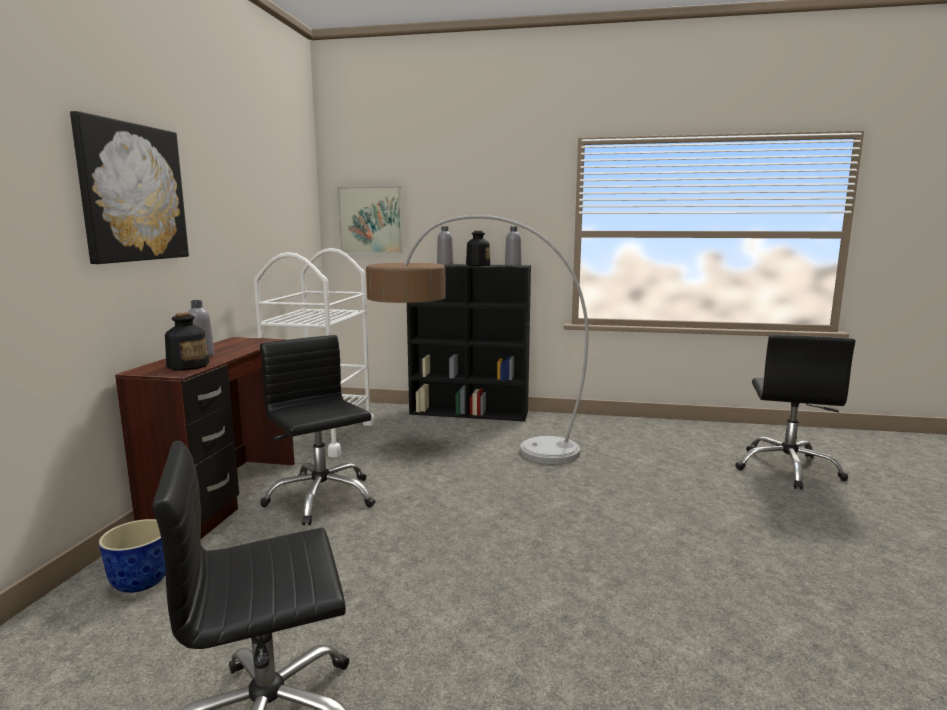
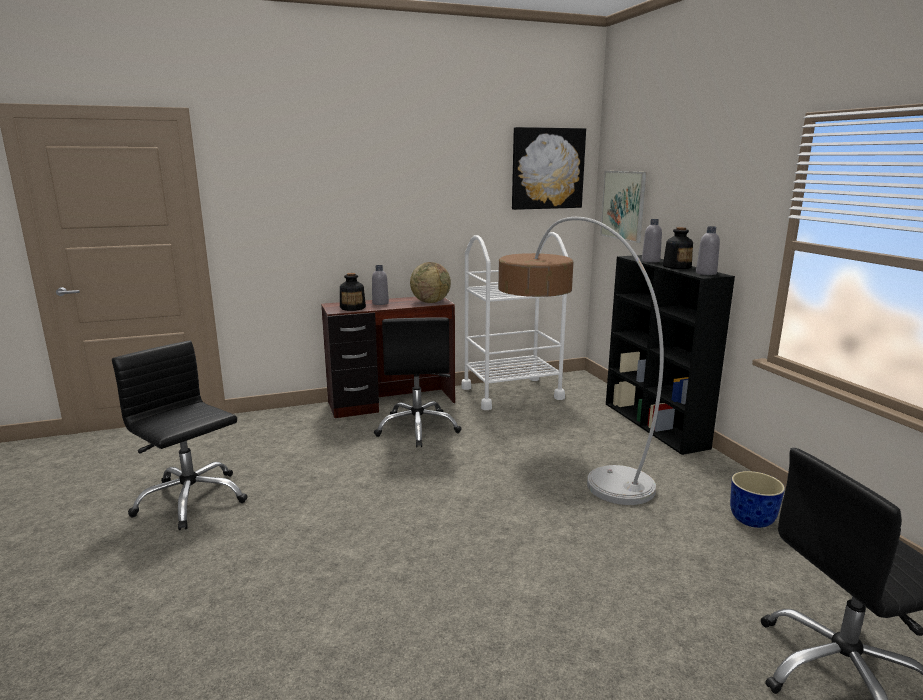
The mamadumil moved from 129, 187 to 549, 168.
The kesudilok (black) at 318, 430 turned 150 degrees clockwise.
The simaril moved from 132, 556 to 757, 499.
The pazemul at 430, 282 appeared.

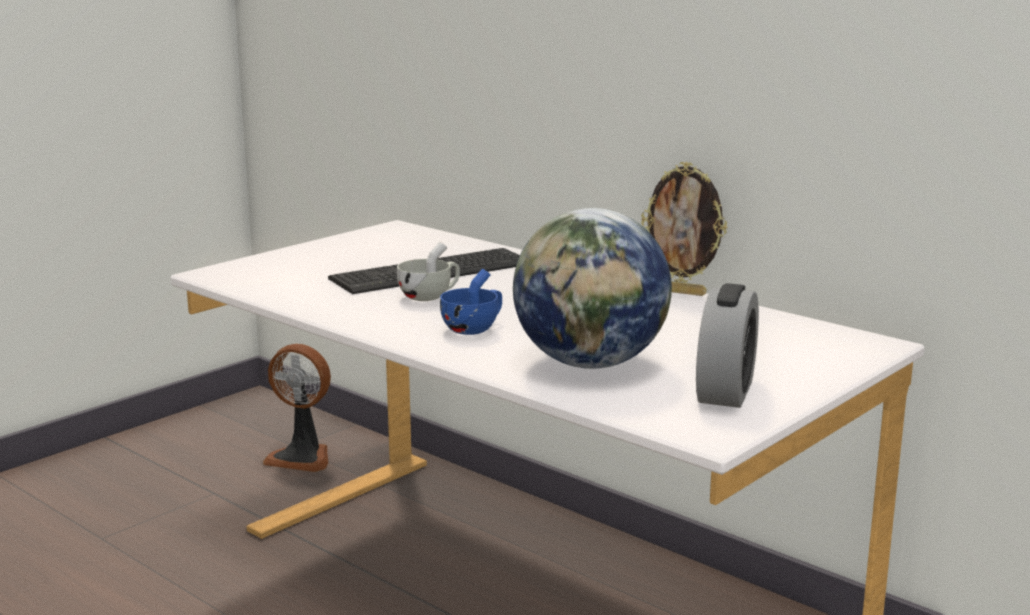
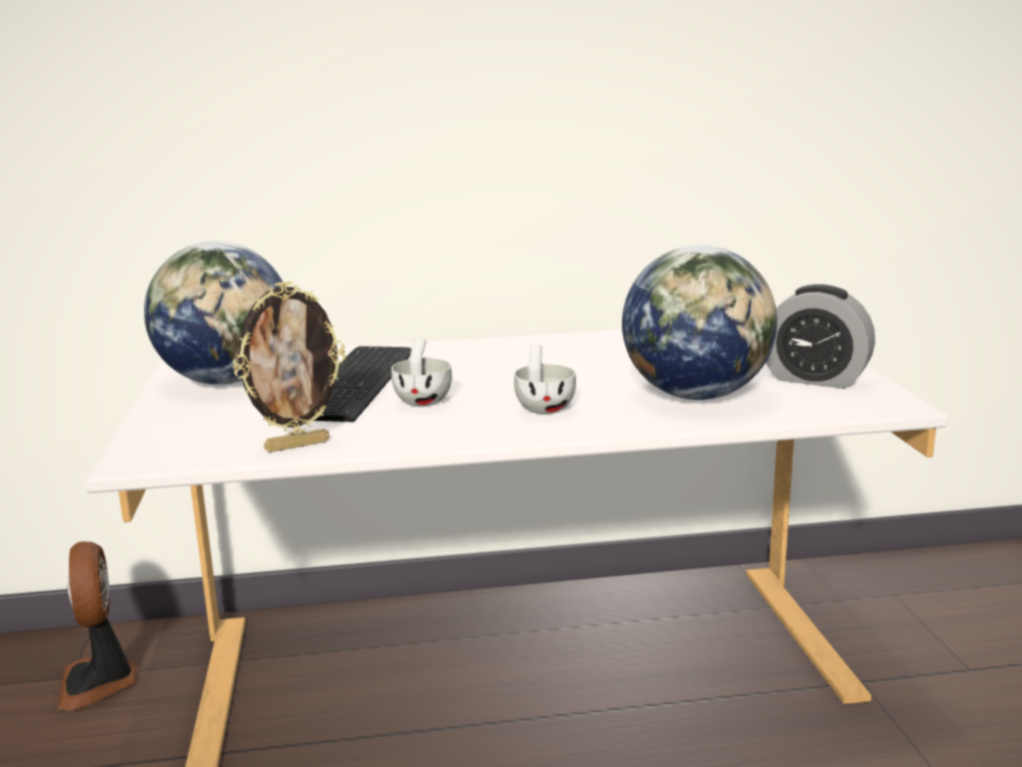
The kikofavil moved from 684, 229 to 289, 366.
The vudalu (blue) at 471, 302 became the vudalu (white) at 545, 378.
The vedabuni at 727, 345 turned 150 degrees clockwise.
The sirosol at 297, 408 turned 105 degrees clockwise.
The pazemul at 213, 313 appeared.

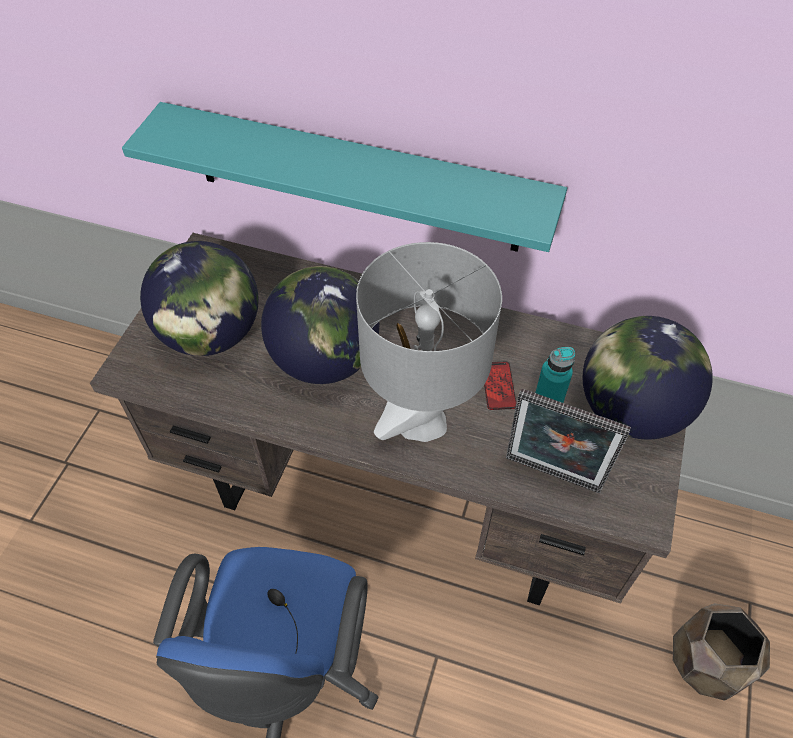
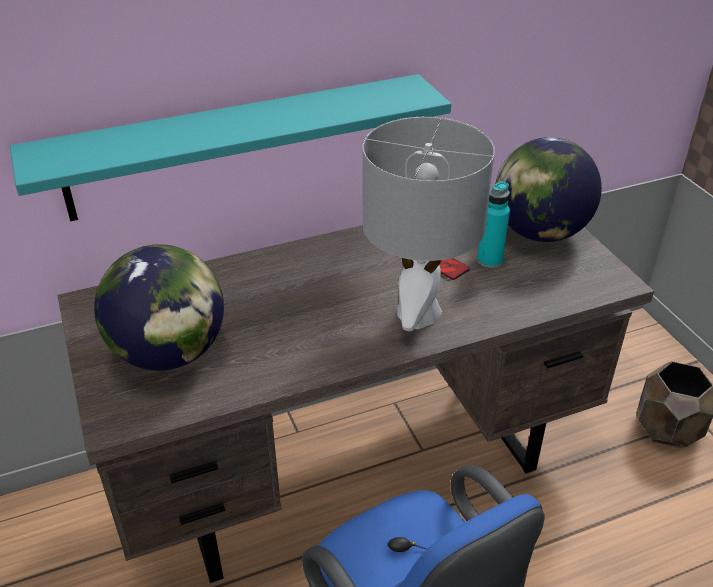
The pazemul at 320, 325 disappeared.
The kikofavil at 568, 441 disappeared.

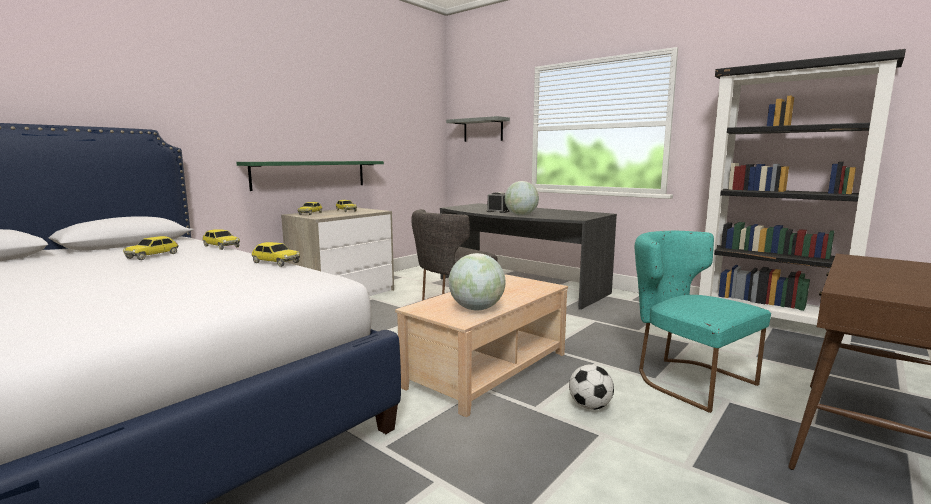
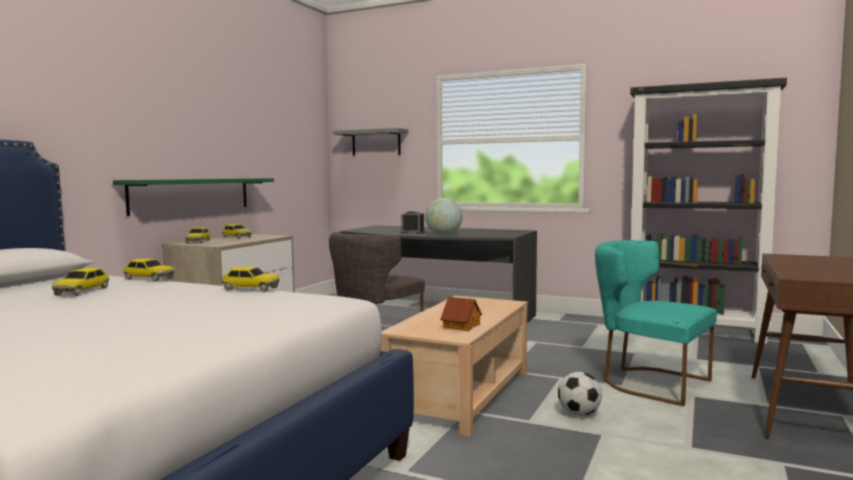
The pazemul at 477, 282 was replaced by the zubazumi at 461, 314.

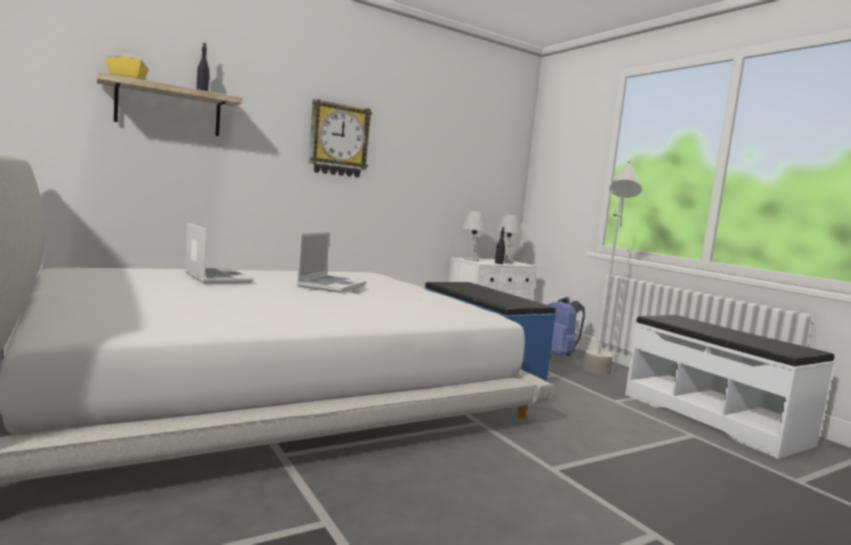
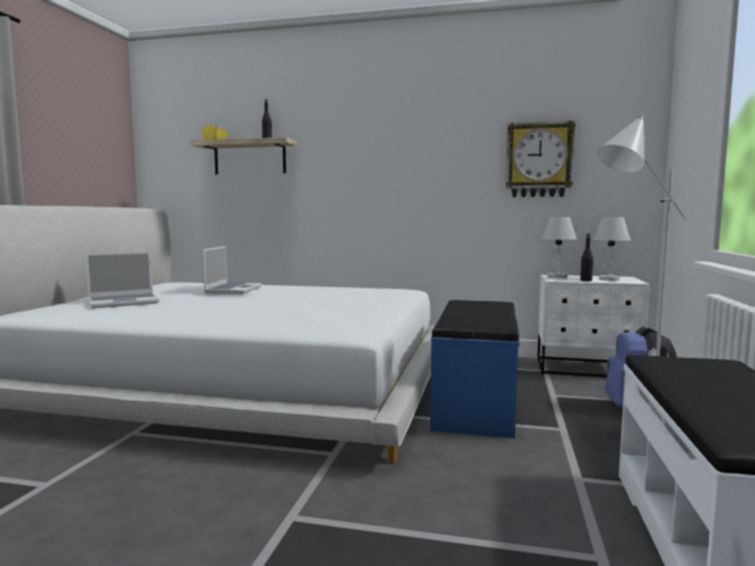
The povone moved from 340, 138 to 541, 159.
The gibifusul moved from 331, 262 to 122, 279.

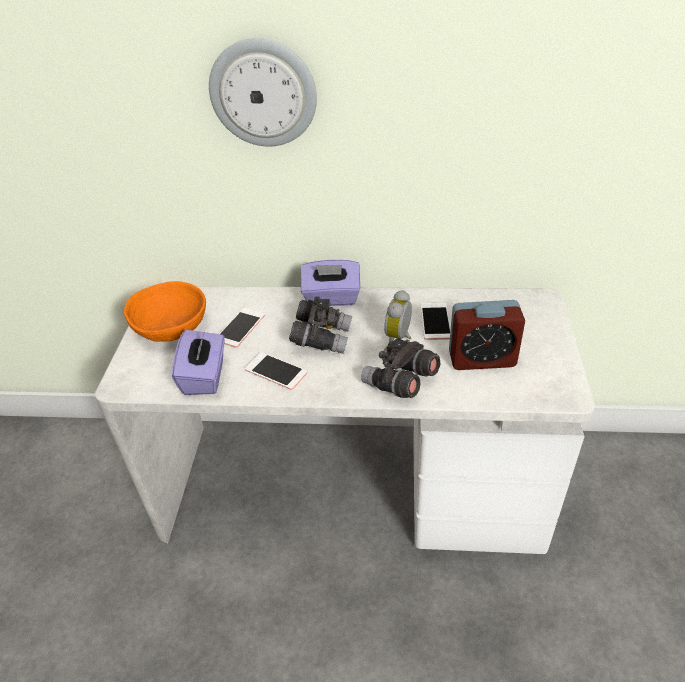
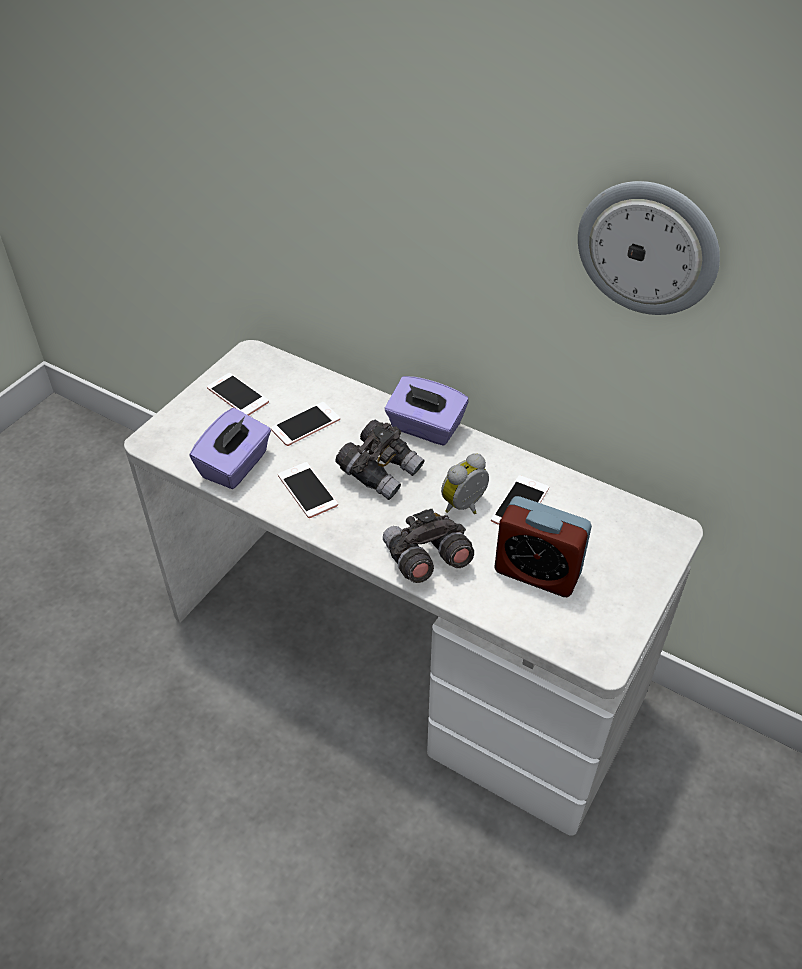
The povone moved from 263, 92 to 649, 248.
The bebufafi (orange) at 165, 311 was replaced by the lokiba at 238, 394.

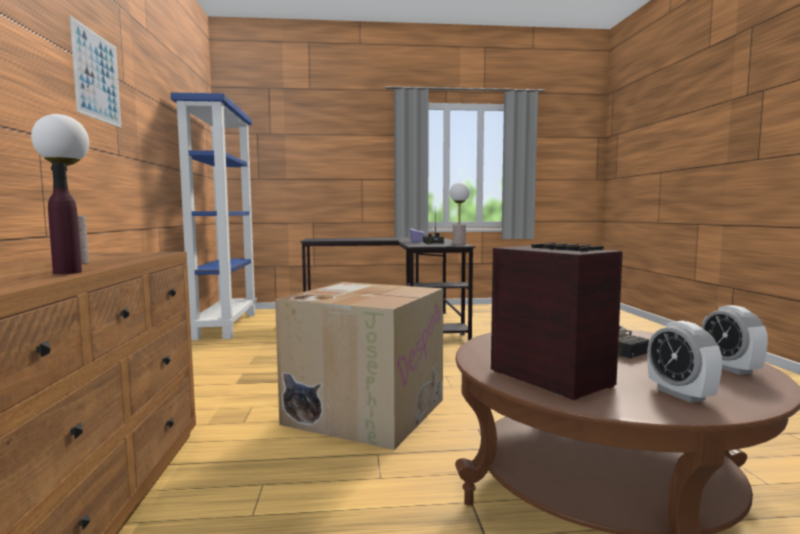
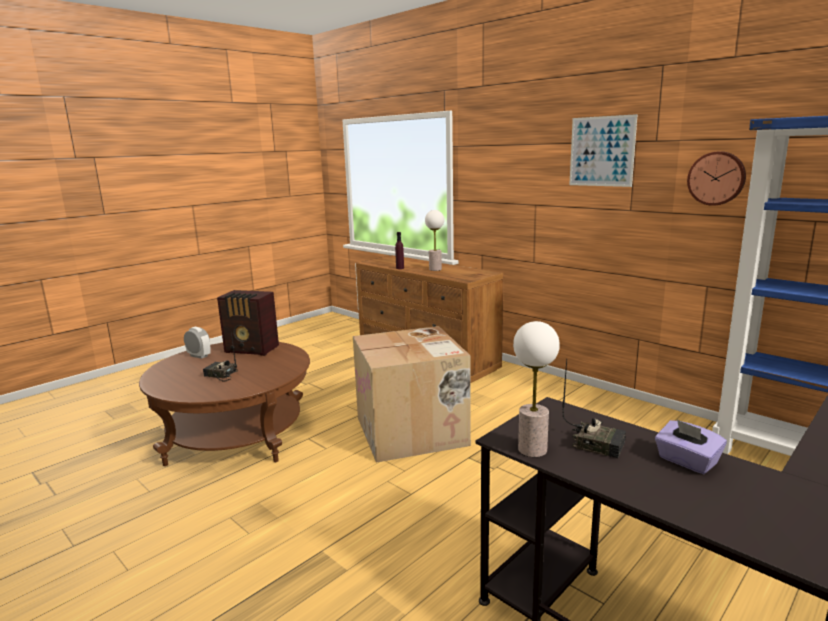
The vedabuni at 735, 340 disappeared.
The povone at 716, 178 appeared.

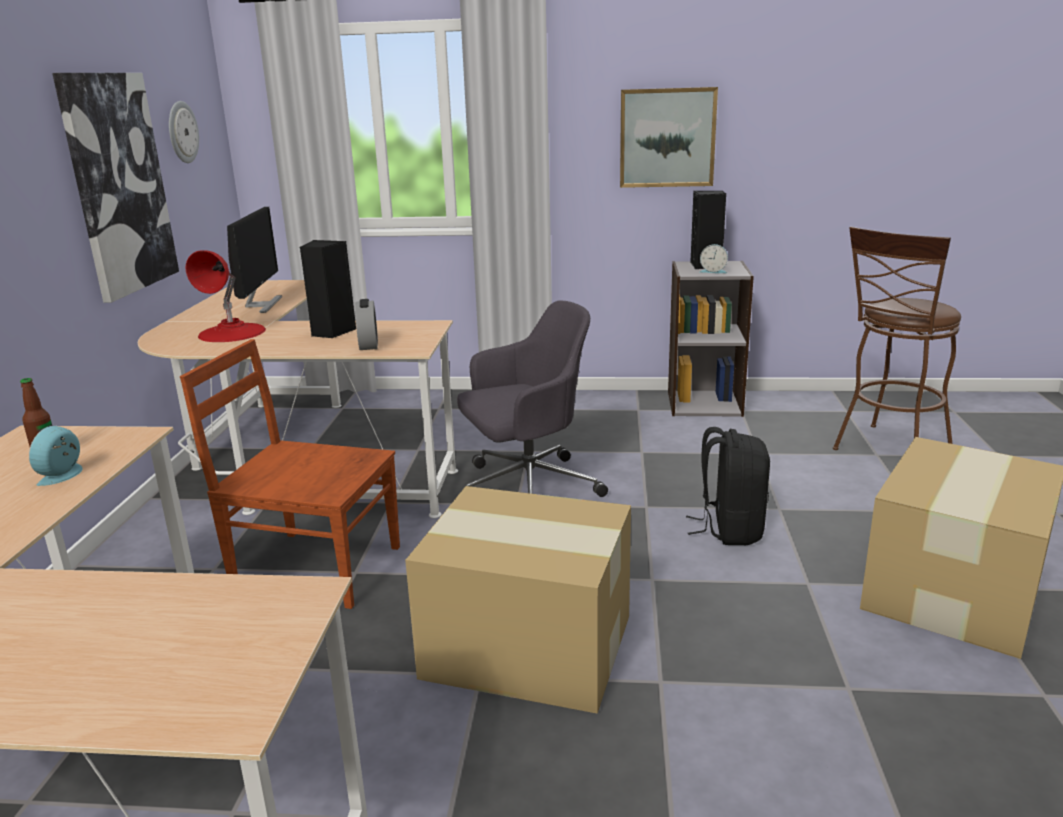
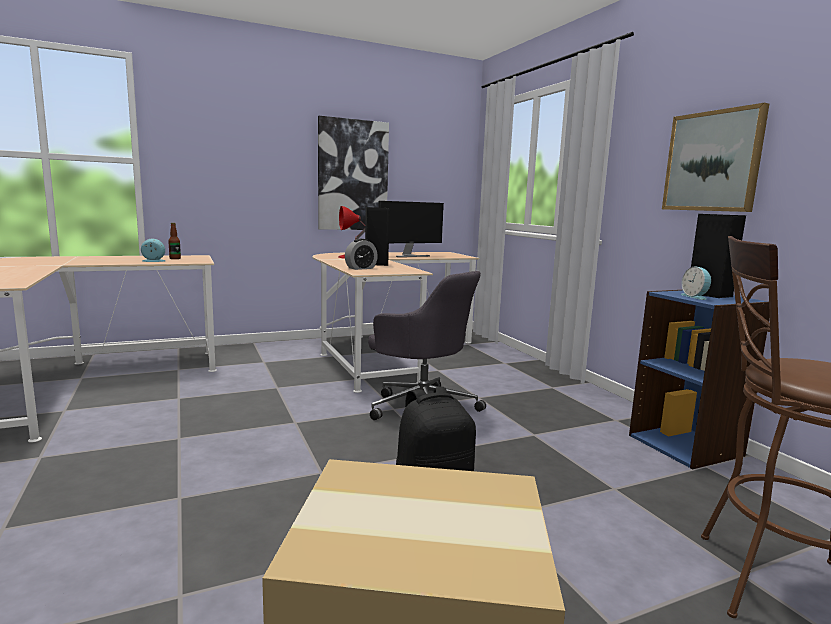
The povone at 184, 132 disappeared.
The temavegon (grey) at 711, 339 became the temavegon (blue) at 699, 379.
The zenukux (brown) at 290, 474 disappeared.
The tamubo at 518, 600 disappeared.

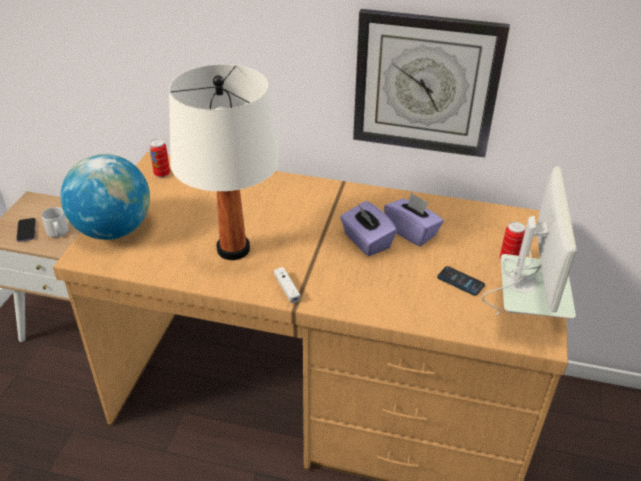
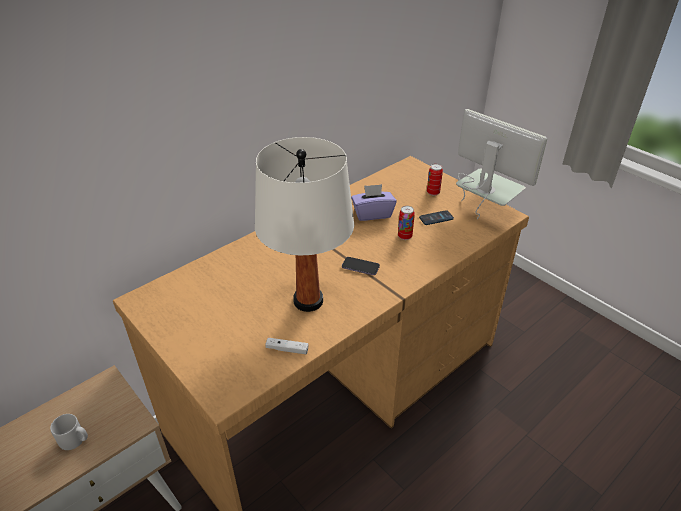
The povone at 431, 83 disappeared.
The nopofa moved from 159, 158 to 406, 223.
The pazemul at 105, 197 disappeared.
The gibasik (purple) at 368, 228 disappeared.
The lokiba moved from 26, 230 to 361, 266.
The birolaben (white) moved from 287, 285 to 286, 346.

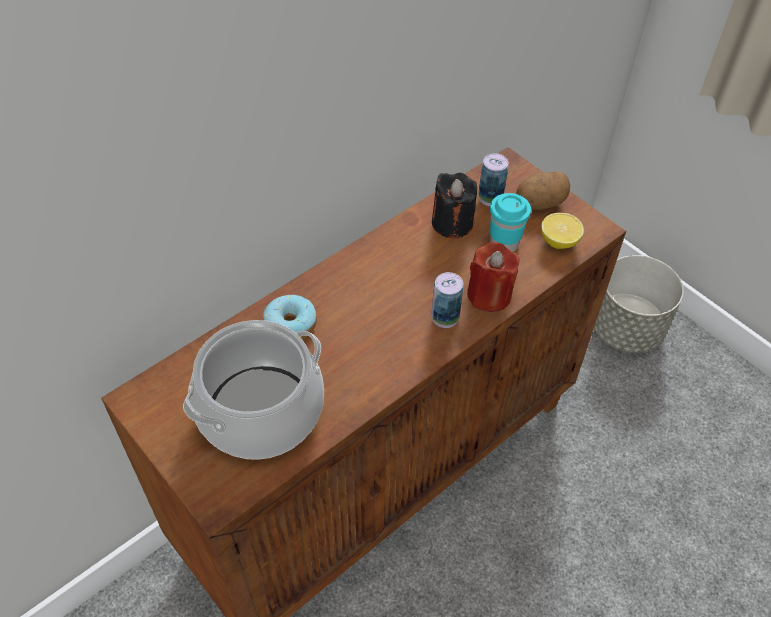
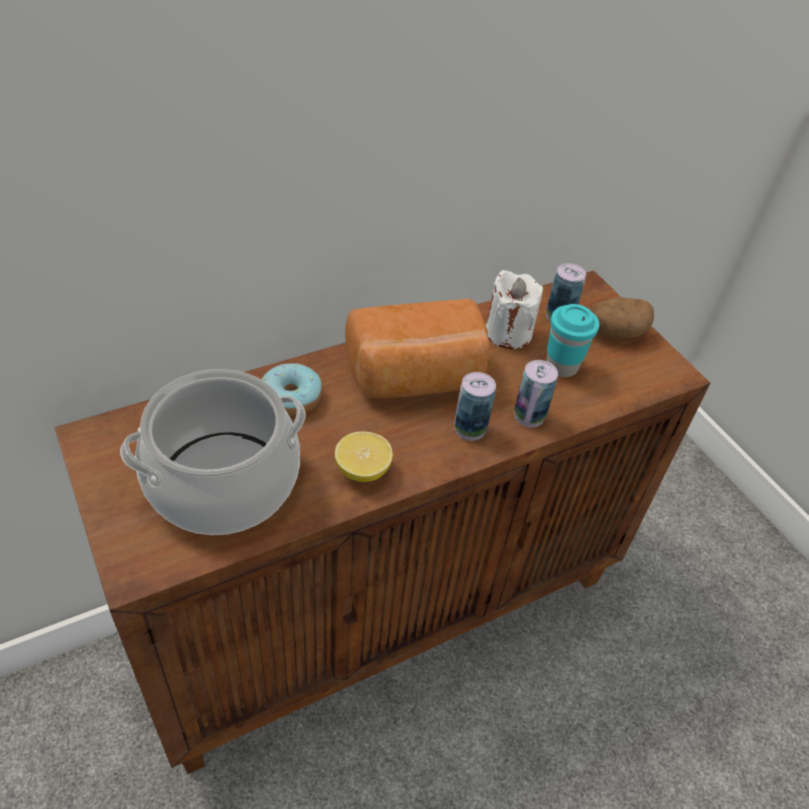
The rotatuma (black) at 454, 205 became the rotatuma (white) at 514, 309.
The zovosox moved from 562, 231 to 364, 456.
The rotatuma (red) at 493, 277 was replaced by the nopofa at 536, 393.
The simaril (grey) at 639, 304 disappeared.
The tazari at 417, 348 appeared.

